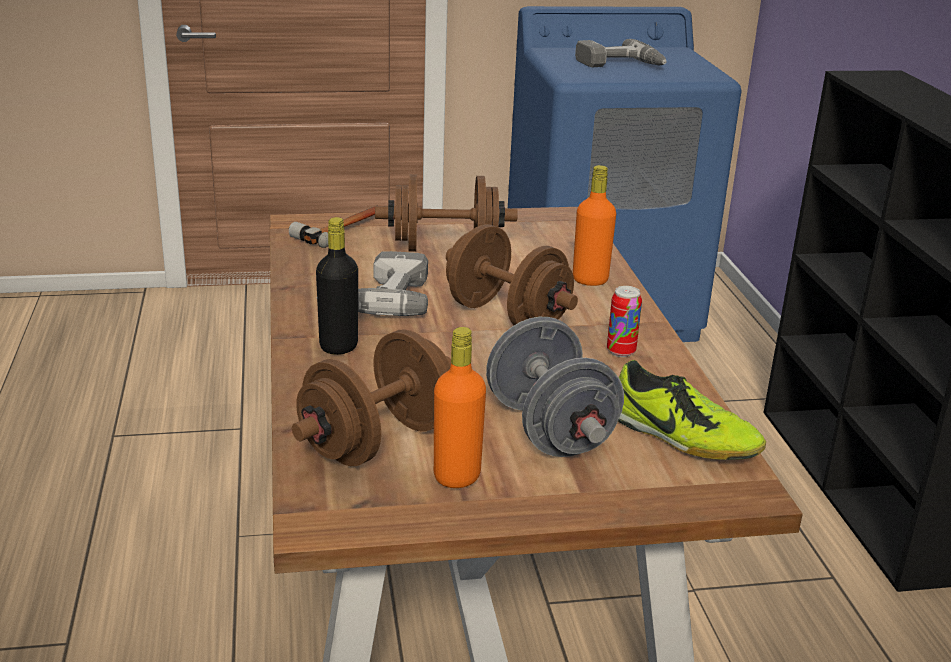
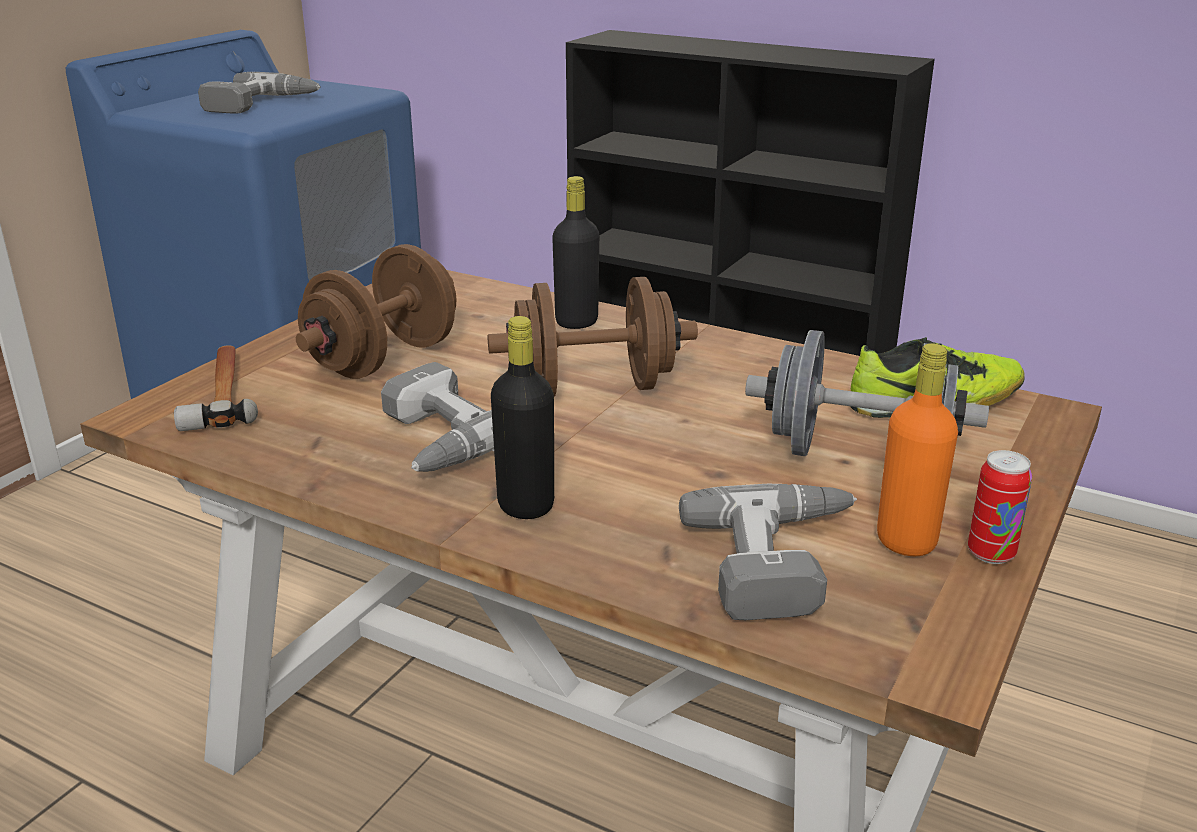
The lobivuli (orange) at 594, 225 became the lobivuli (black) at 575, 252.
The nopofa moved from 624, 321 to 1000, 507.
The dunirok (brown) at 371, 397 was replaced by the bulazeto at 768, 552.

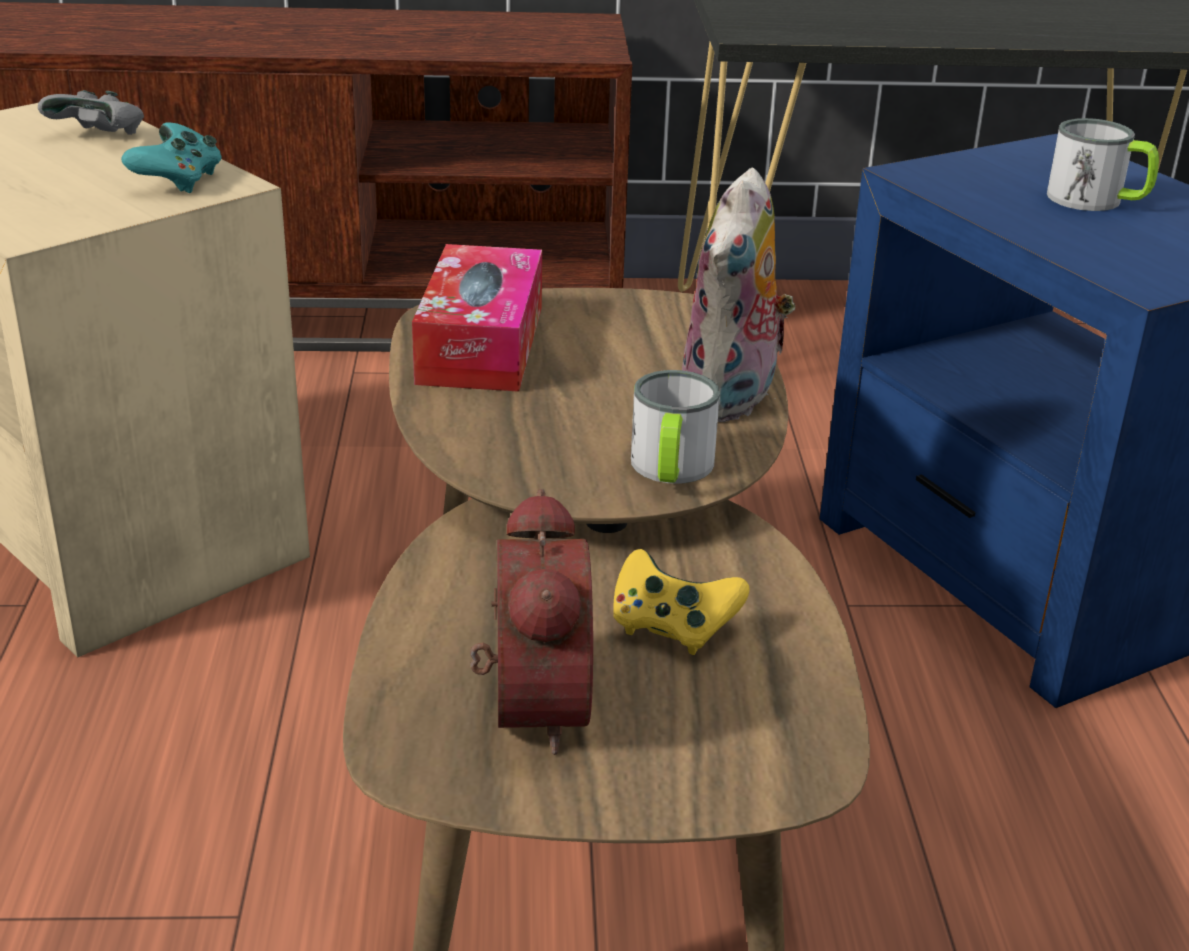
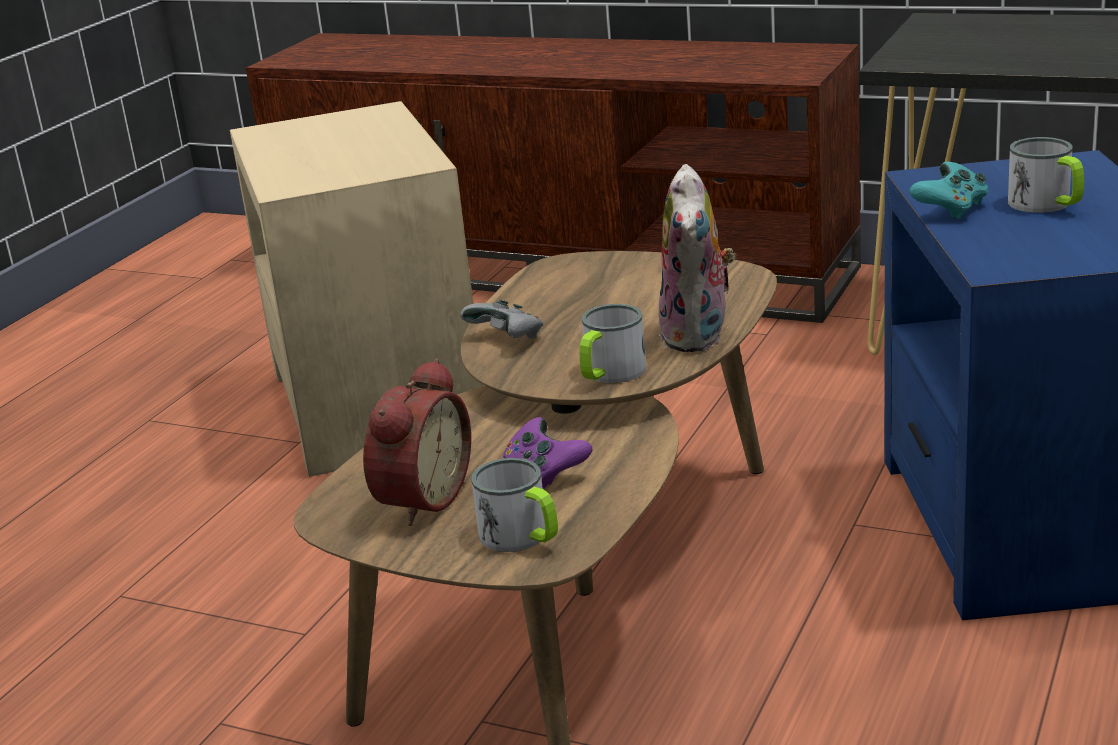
The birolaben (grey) moved from 91, 112 to 501, 319.
The birolaben (turquoise) moved from 171, 158 to 949, 191.
The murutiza at 738, 294 turned 45 degrees counterclockwise.
The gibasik at 477, 318 disappeared.
The birolaben (yellow) at 681, 602 became the birolaben (purple) at 547, 452.
The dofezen at 514, 505 appeared.

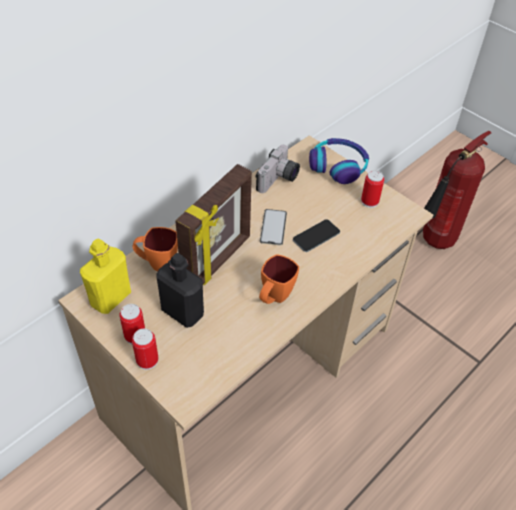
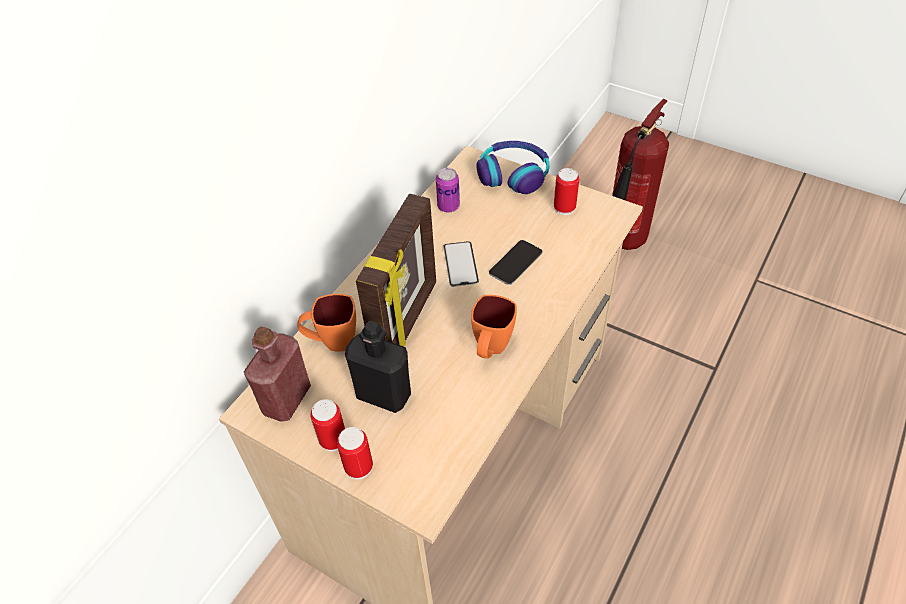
The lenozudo at 278, 169 was replaced by the nopofa at 448, 190.
The lobivuli (yellow) at 105, 276 became the lobivuli (red) at 277, 374.

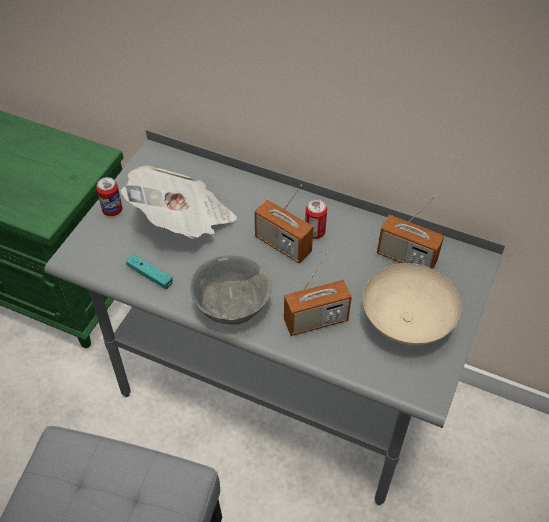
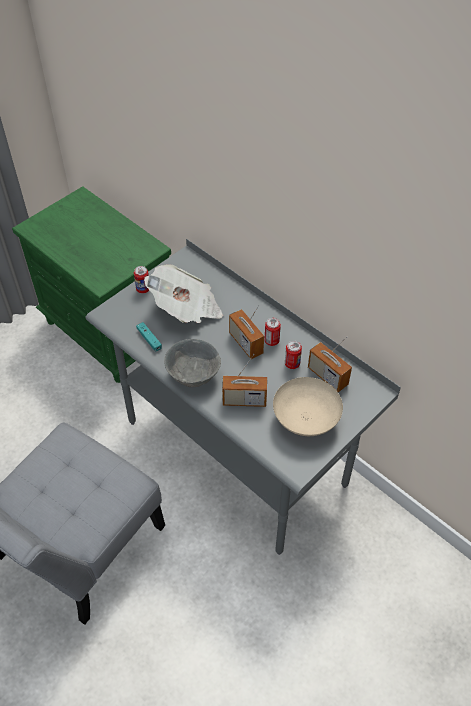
The nopofa at 293, 355 appeared.

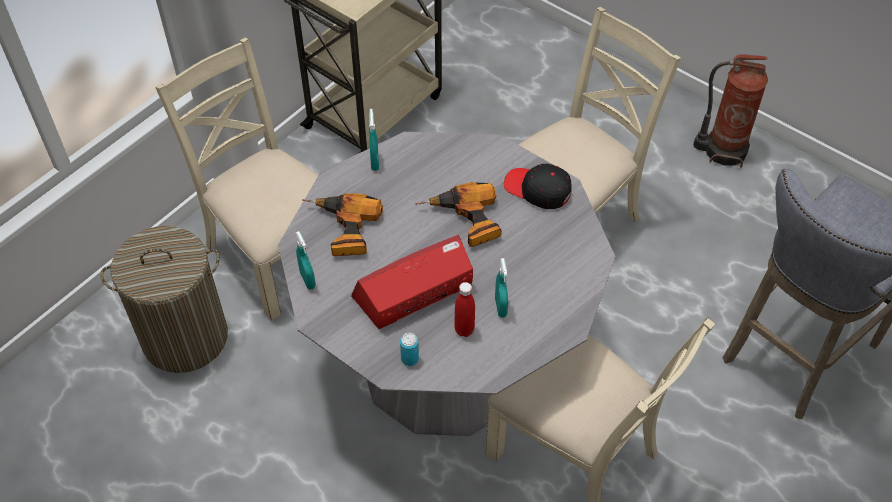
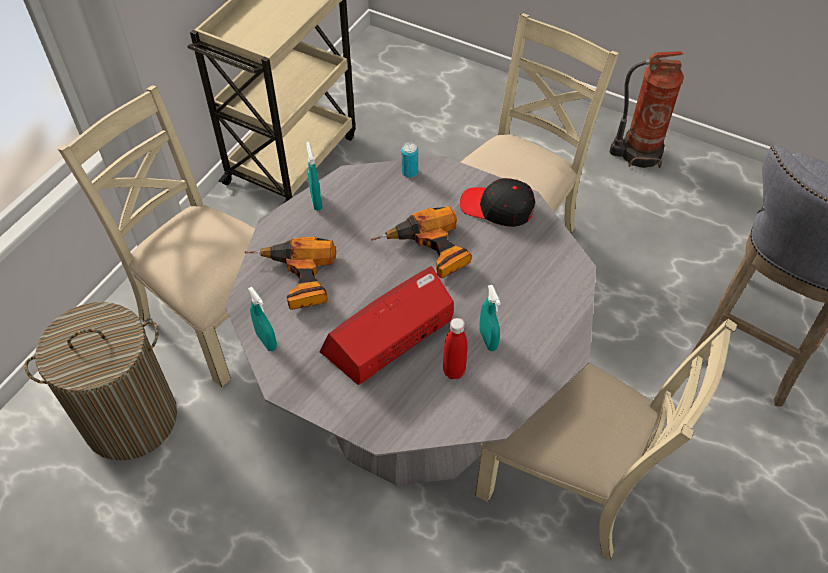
The nopofa moved from 409, 349 to 409, 160.

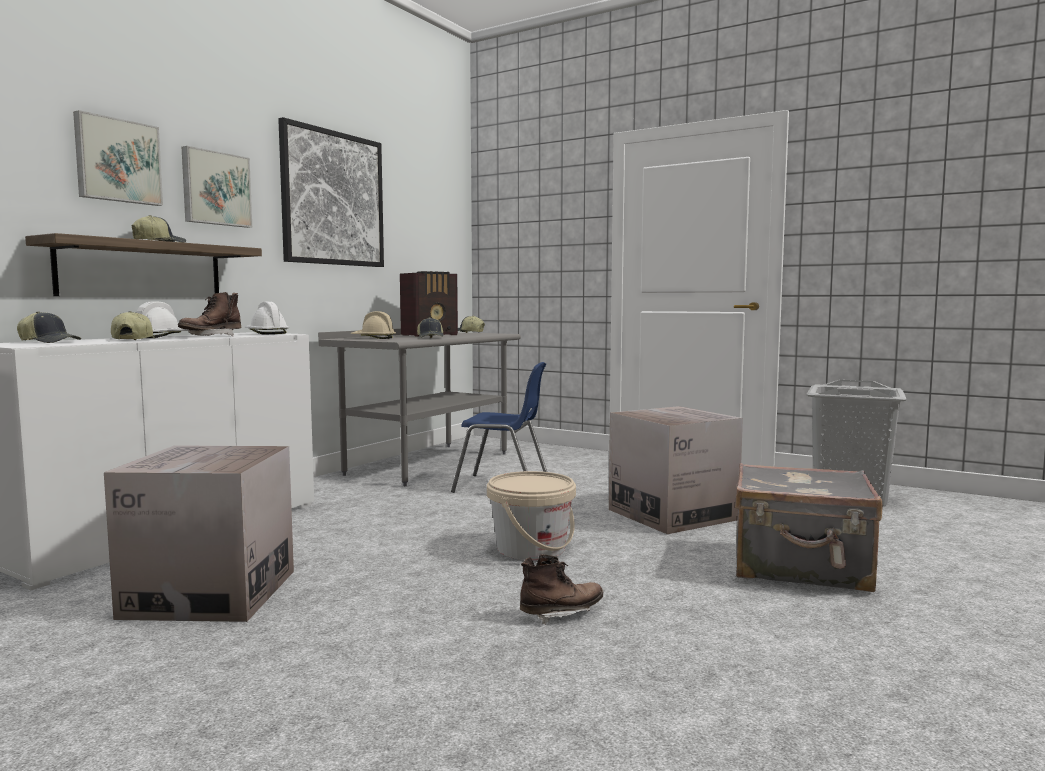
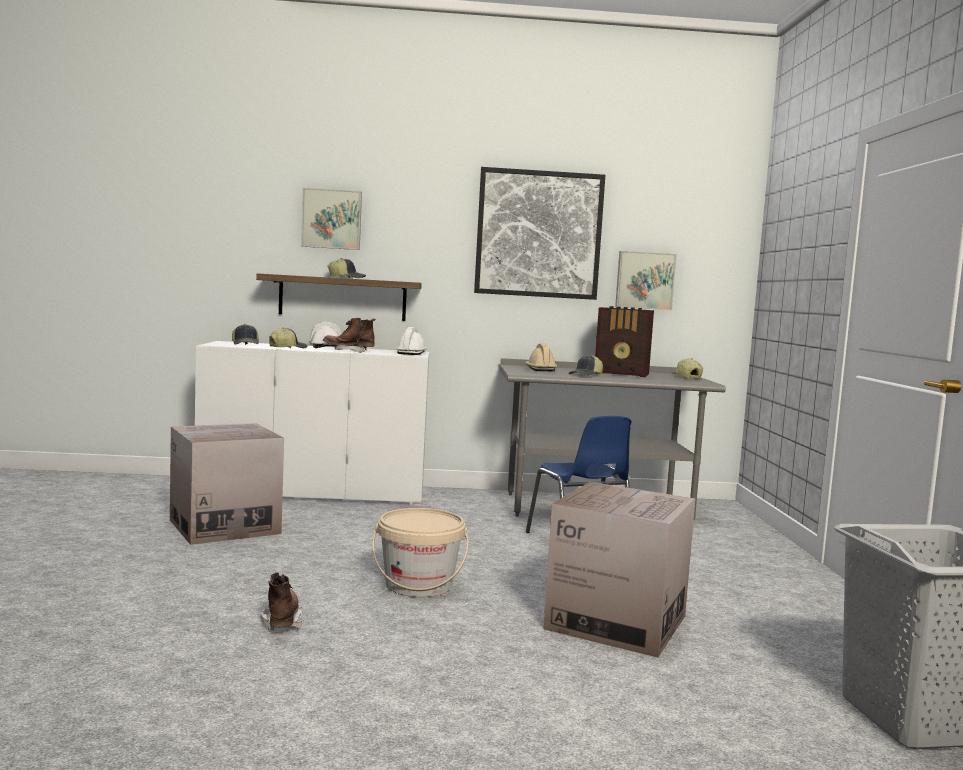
The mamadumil moved from 217, 187 to 646, 280.
The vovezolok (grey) at 808, 527 disappeared.
The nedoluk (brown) at 561, 589 turned 135 degrees counterclockwise.

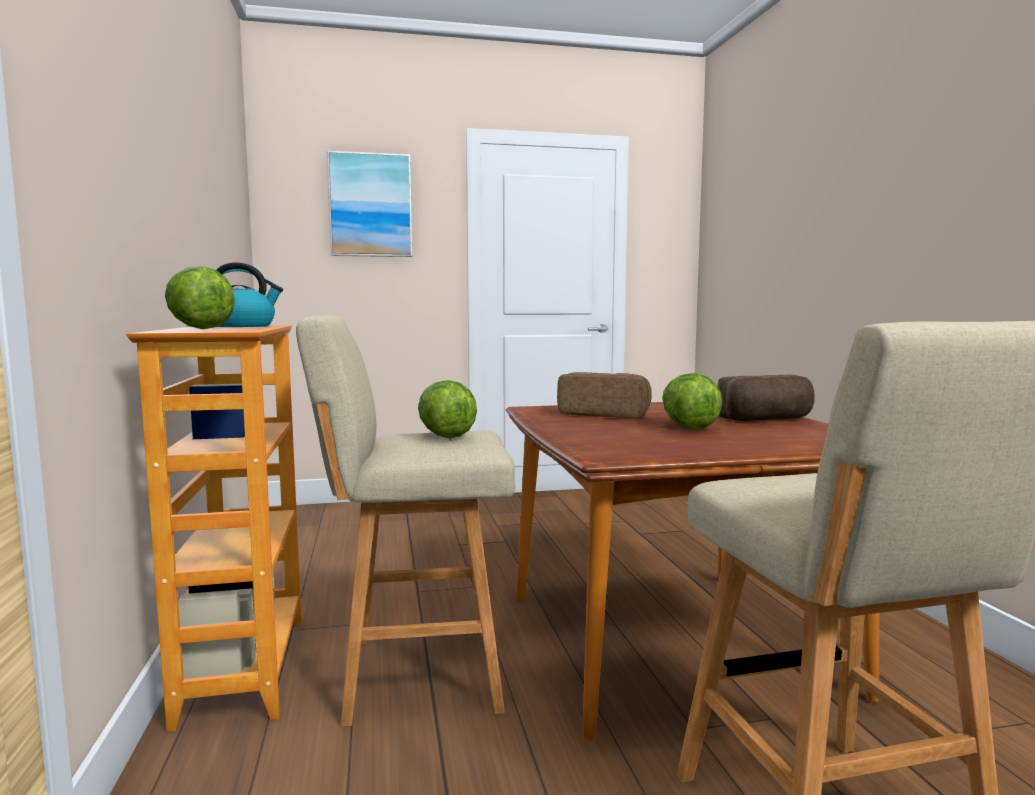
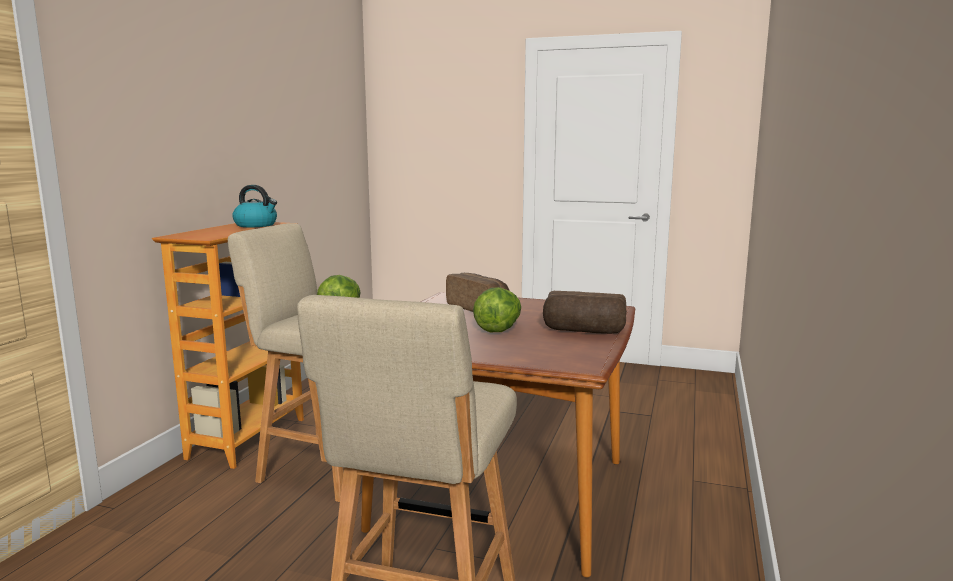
The mamadumil at 369, 204 disappeared.
The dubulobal at 200, 297 disappeared.

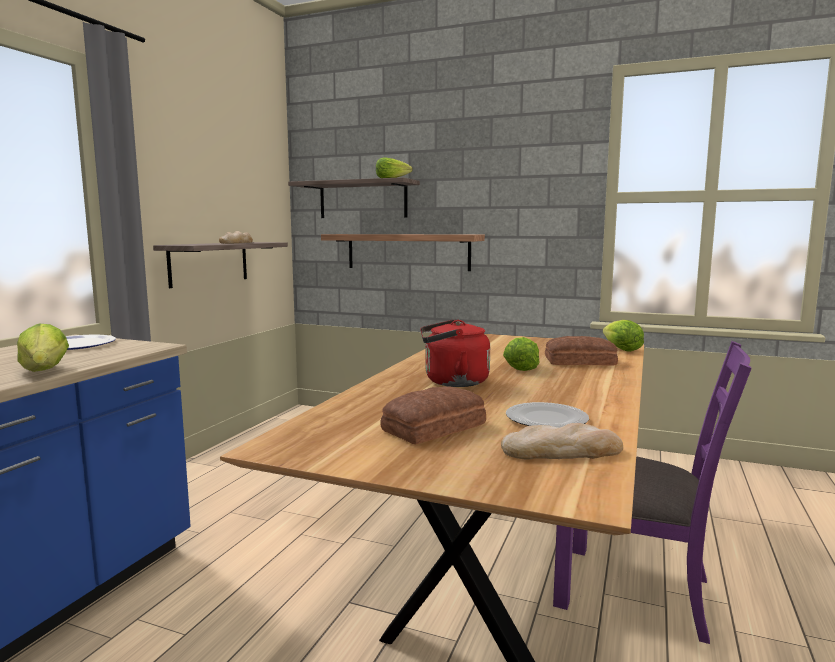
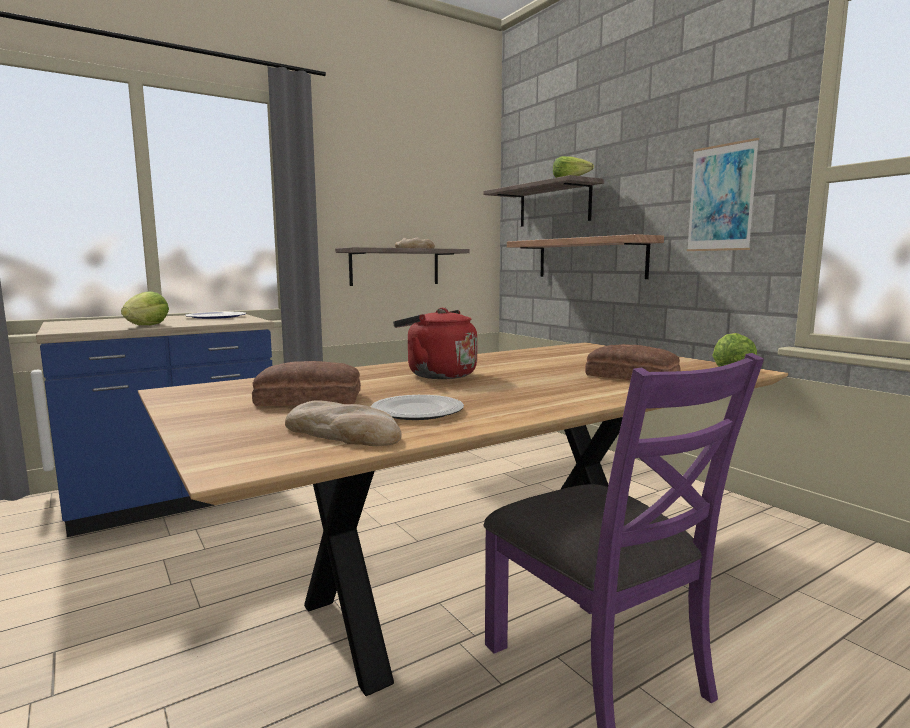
The dubulobal at 521, 354 disappeared.
The mamadumil at 723, 194 appeared.

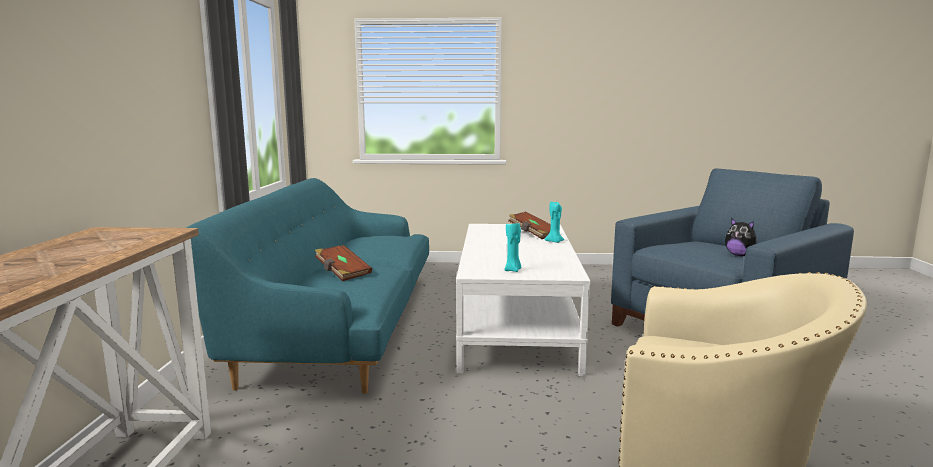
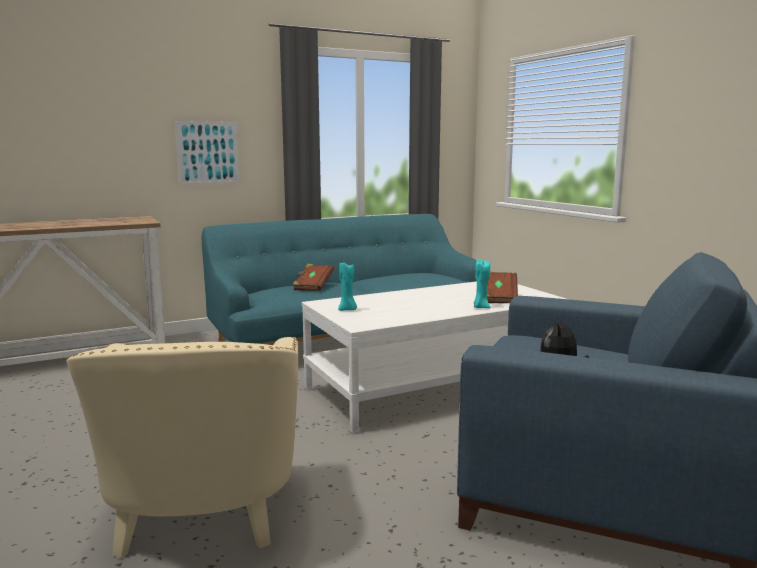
The mamadumil at 207, 152 appeared.

